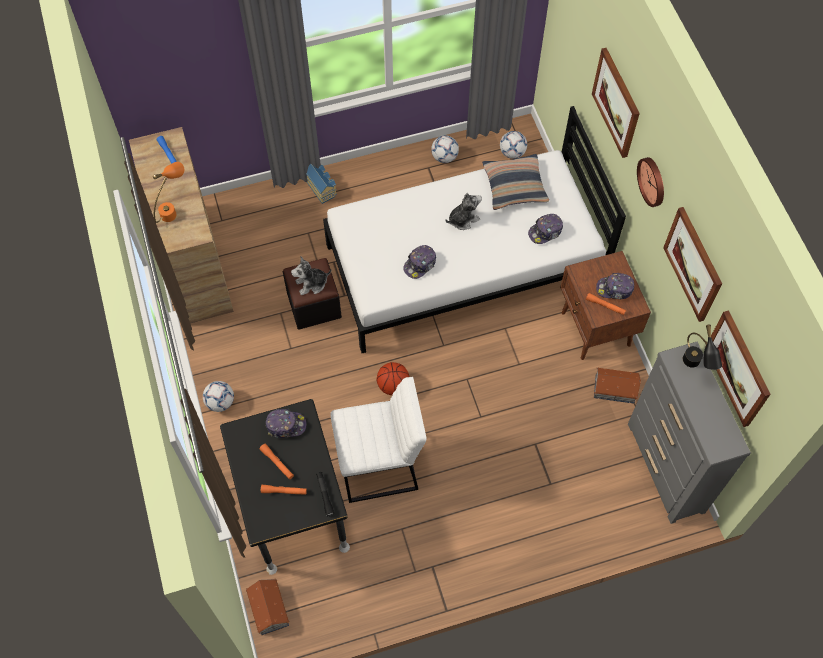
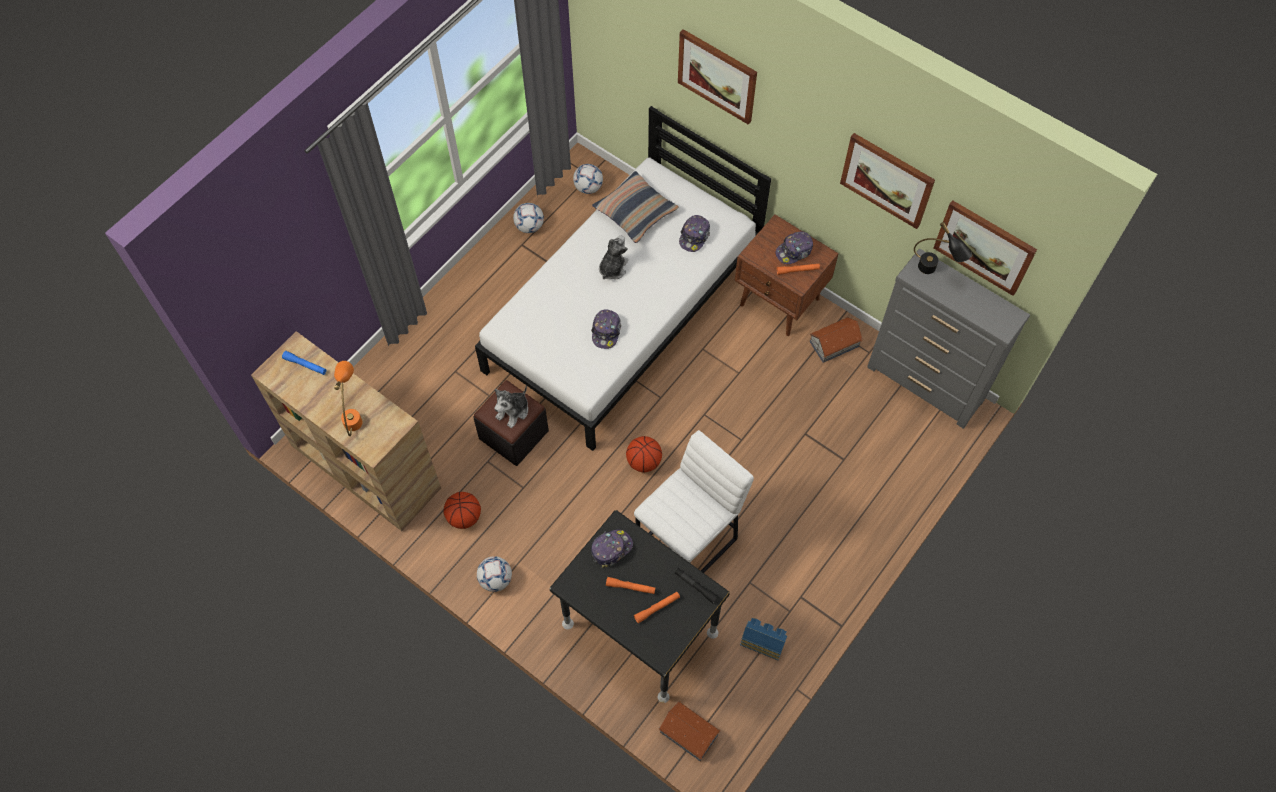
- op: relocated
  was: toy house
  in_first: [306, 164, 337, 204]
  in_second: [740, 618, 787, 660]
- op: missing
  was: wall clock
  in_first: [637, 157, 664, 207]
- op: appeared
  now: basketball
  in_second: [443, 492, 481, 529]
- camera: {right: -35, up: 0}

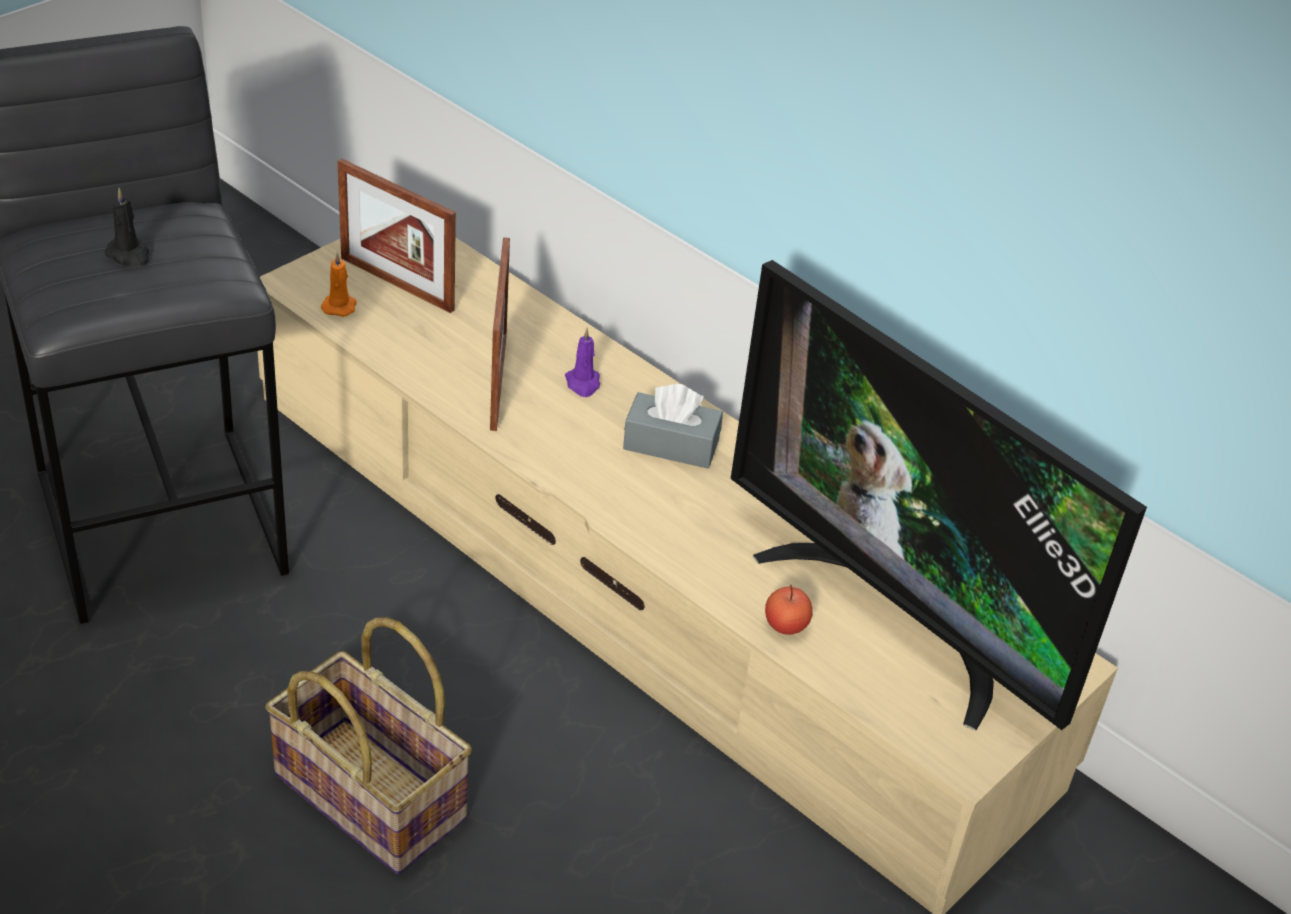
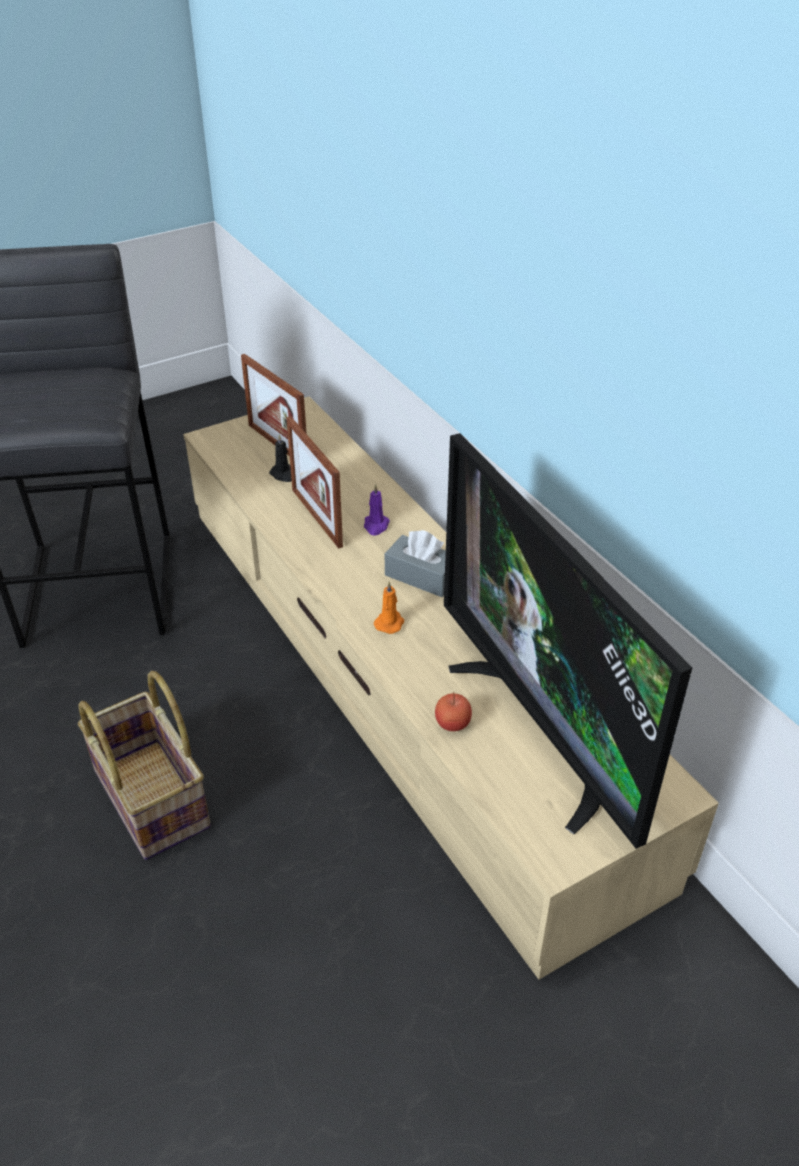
- op: relocated
  was: black candle
  in_first: [104, 188, 149, 266]
  in_second: [269, 434, 292, 482]
- op: relocated
  was: orange candle
  in_first: [321, 252, 357, 317]
  in_second: [374, 581, 404, 634]
- op: spun
  was: picture frame
  in_first: [490, 238, 510, 431]
  in_second: [286, 416, 343, 549]
  clockwise: 135
- camera: {right: 20, up: 0}

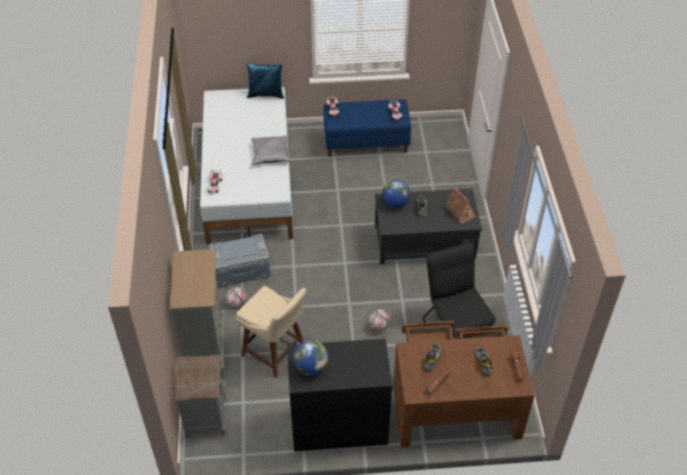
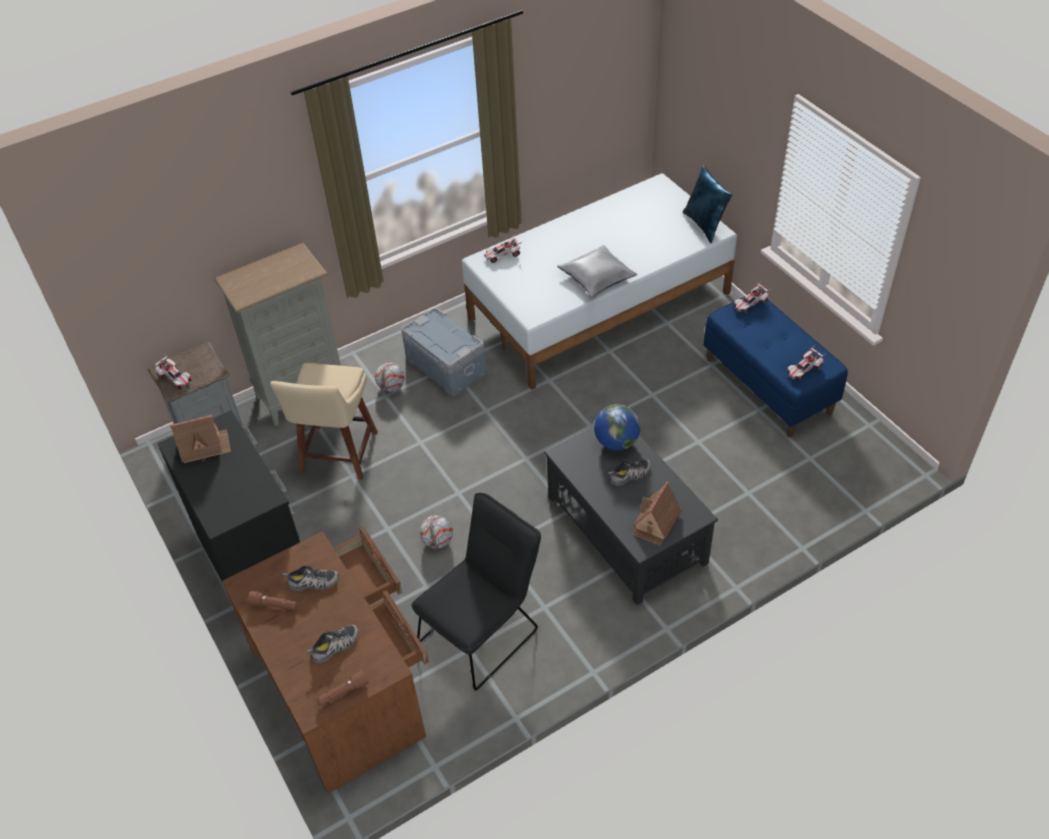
- op: exchanged
  was: globe
  now: toy house
  in_first: [293, 340, 328, 376]
  in_second: [170, 415, 231, 463]
- op: appeared
  now: toy car
  in_second: [152, 353, 192, 389]
- camera: {right: 65, up: 0}

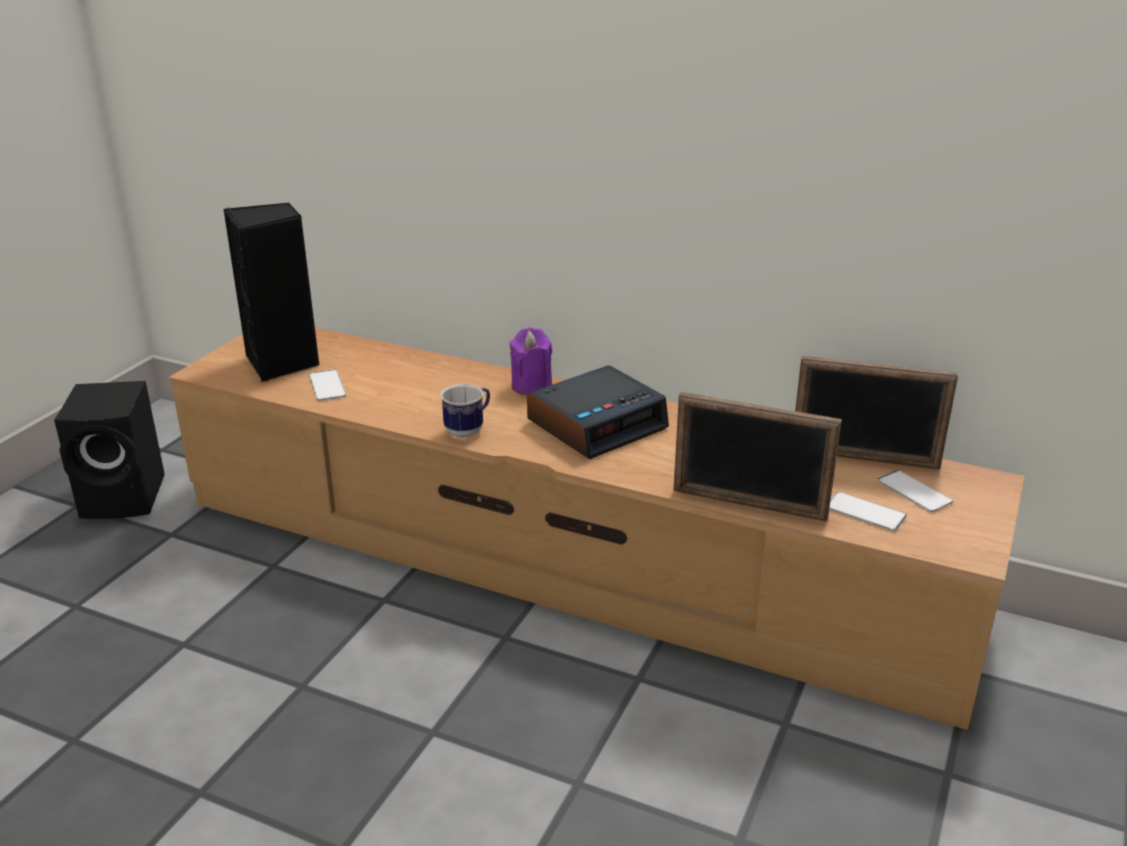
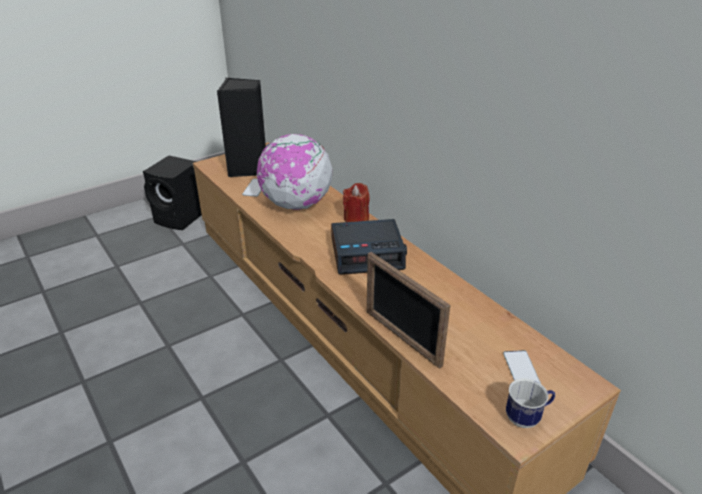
- op: relocated
  was: mug
  in_first: [441, 384, 490, 438]
  in_second: [506, 378, 555, 428]
- op: colour
  was: purple candle
  now: red candle
  in_first: [509, 328, 552, 395]
  in_second: [343, 183, 370, 222]
- op: missing
  was: picture frame
  in_first: [795, 356, 958, 470]
- op: missing
  was: phone
  in_first: [829, 492, 907, 531]
- op: appeared
  now: globe
  in_second: [257, 134, 332, 210]
- camera: {right: 30, up: 5}

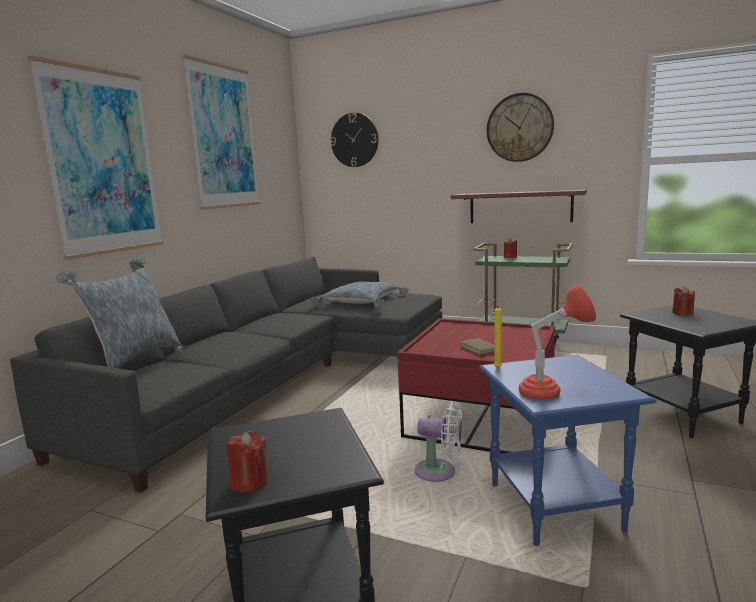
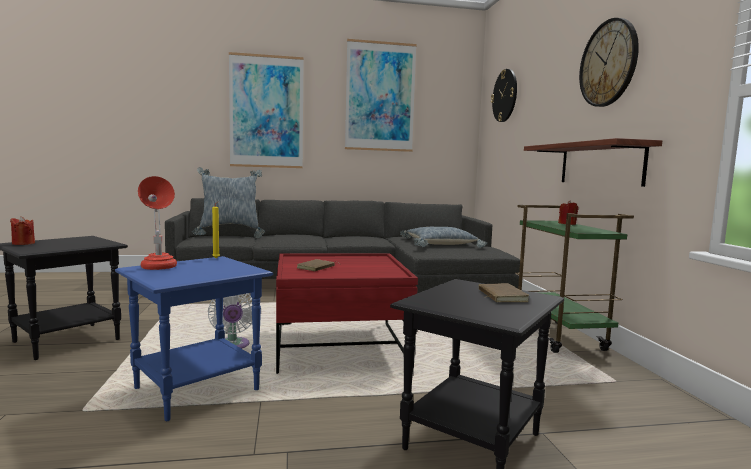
- op: exchanged
  was: red candle
  now: brown book
  in_first: [672, 287, 695, 316]
  in_second: [479, 283, 529, 302]
- camera: {right: 55, up: -5}

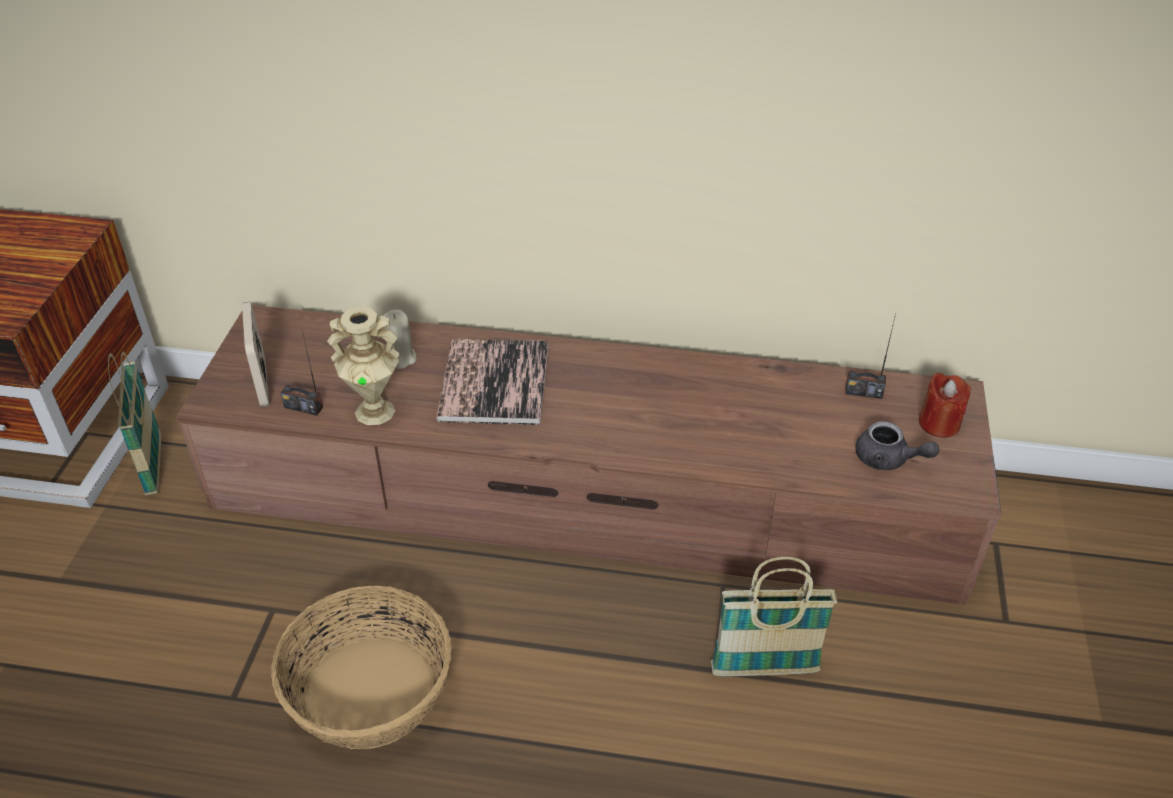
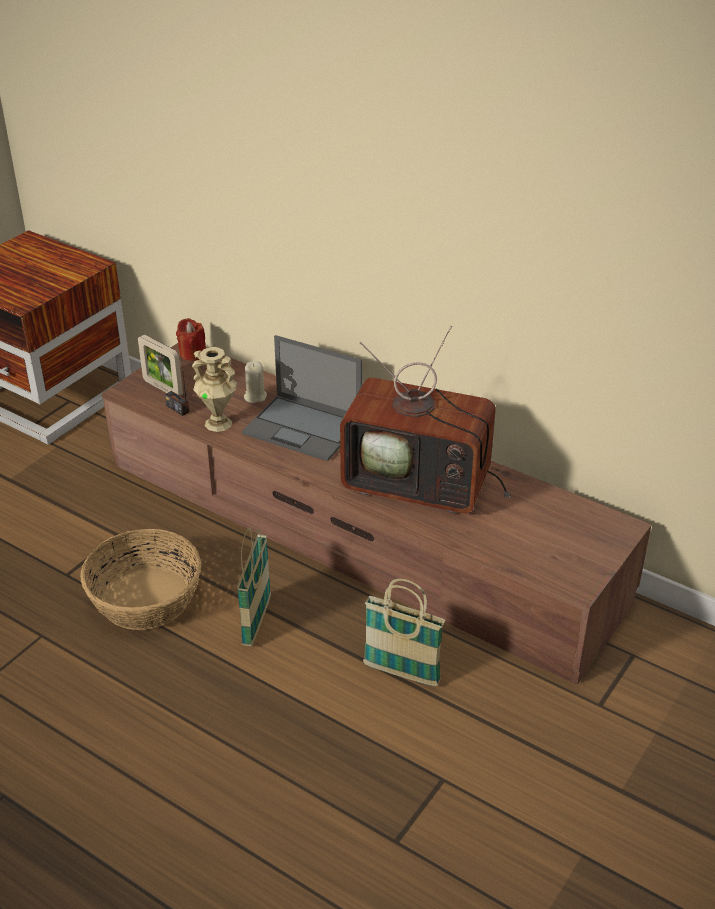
- op: relocated
  was: basket
  in_first: [108, 352, 161, 495]
  in_second: [237, 527, 271, 647]
- op: spun
  was: picture frame
  in_first: [242, 301, 269, 407]
  in_second: [138, 335, 183, 396]
  clockwise: -60
- op: exchanged
  was: book
  now: laptop
  in_first: [436, 339, 548, 425]
  in_second: [242, 335, 362, 461]
- op: missing
  was: radio
  in_first: [845, 314, 896, 399]
- op: missing
  was: grey teapot
  in_first: [855, 421, 939, 470]
- op: relocated
  was: red candle
  in_first: [919, 372, 971, 438]
  in_second: [176, 318, 206, 361]
- op: appeared
  now: television
  in_second: [340, 326, 511, 513]
- camera: {right: 25, up: -5}

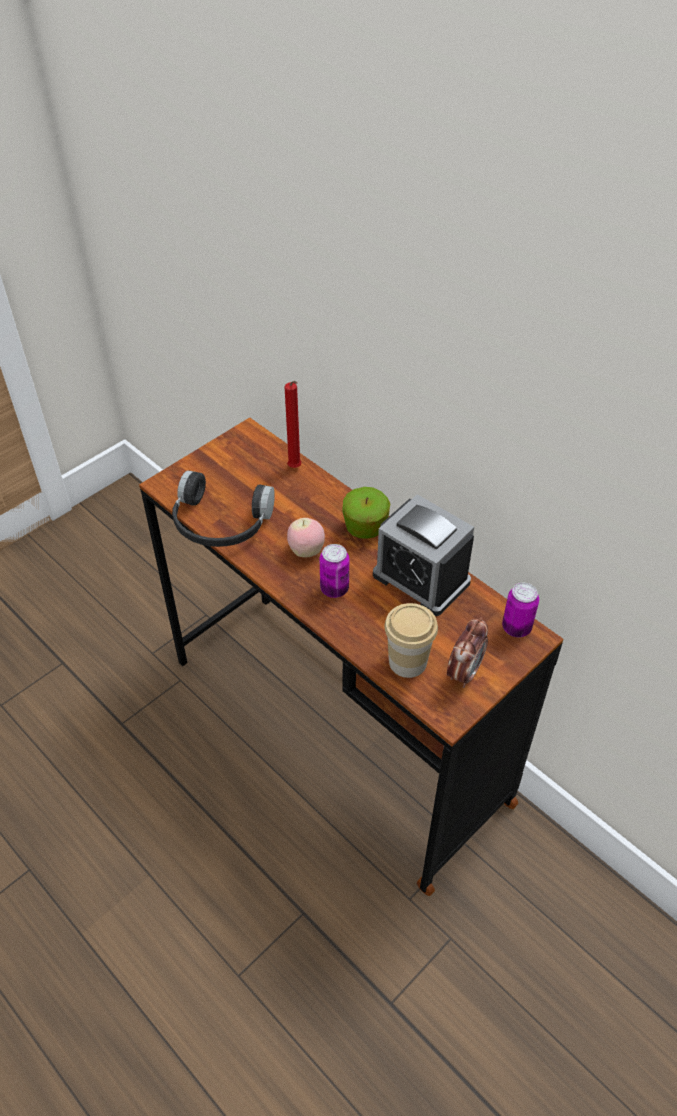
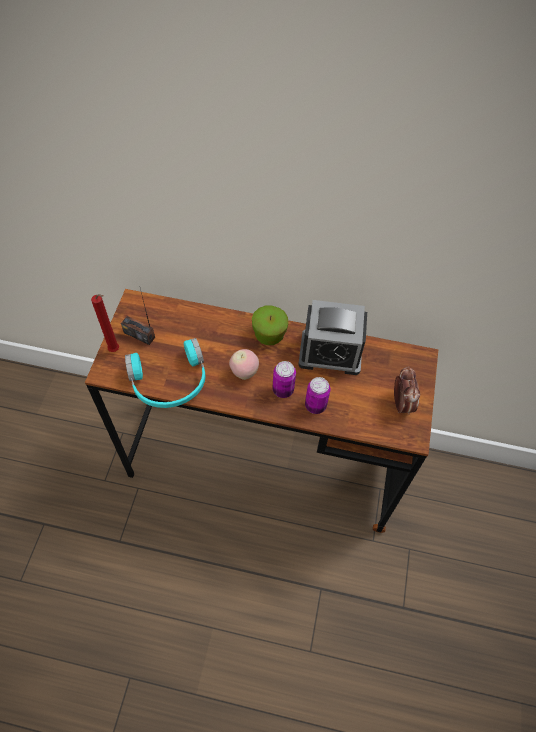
- op: colour
  was: black headphones
  now: turquoise headphones
  in_first: [172, 470, 275, 547]
  in_second: [125, 338, 206, 408]
- op: relocated
  was: red candle
  in_first: [284, 381, 301, 468]
  in_second: [91, 294, 119, 352]
- op: missing
  was: cup
  in_first: [384, 603, 438, 678]
- op: relocated
  was: can
  in_first: [502, 583, 539, 637]
  in_second: [305, 377, 330, 414]
- op: appeared
  now: radio
  in_second: [121, 284, 155, 345]
- camera: {right: -35, up: 10}

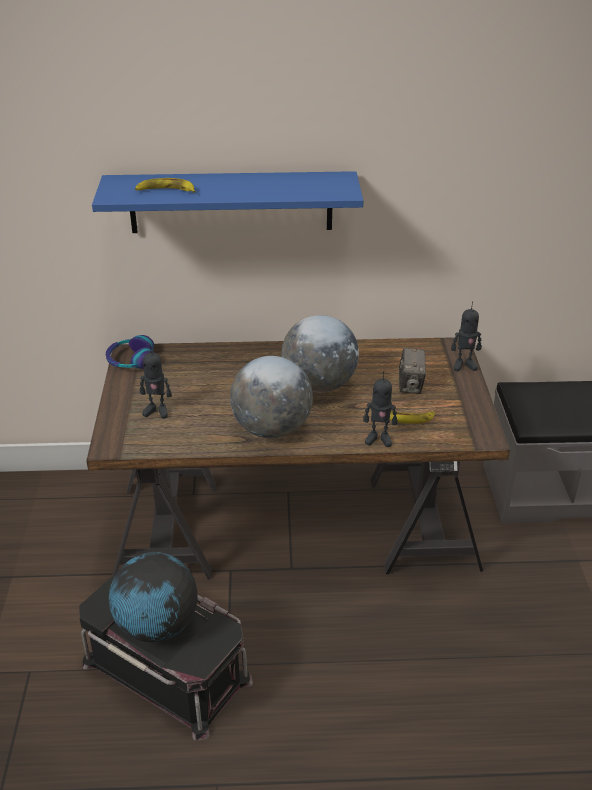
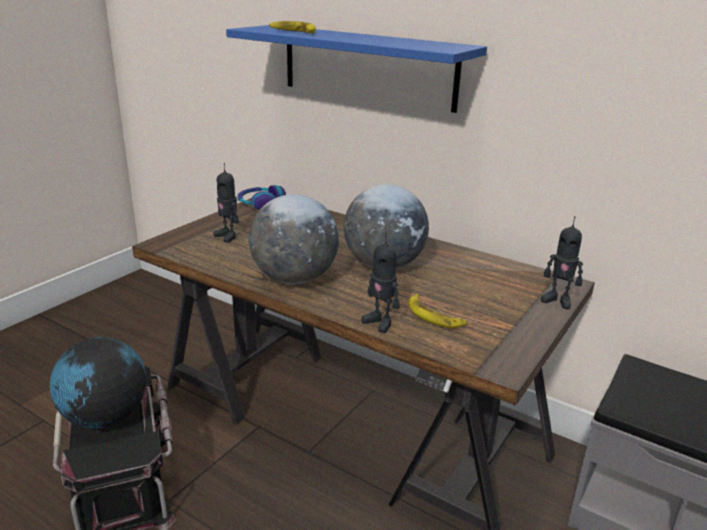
- op: missing
  was: photo camera
  in_first: [399, 348, 426, 394]
- camera: {right: 35, up: -10}

